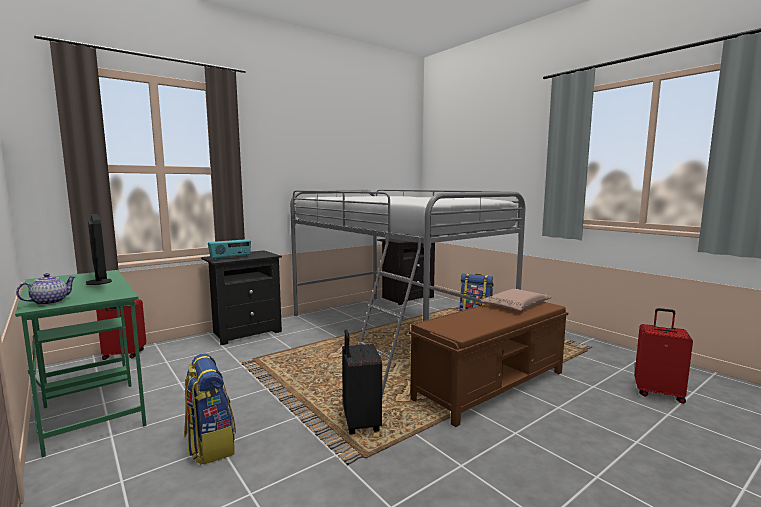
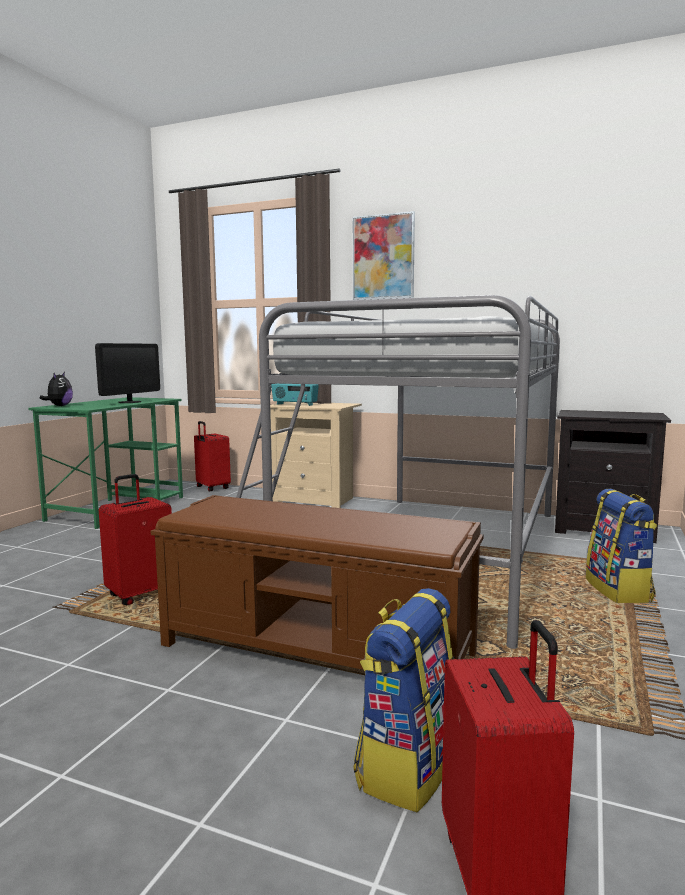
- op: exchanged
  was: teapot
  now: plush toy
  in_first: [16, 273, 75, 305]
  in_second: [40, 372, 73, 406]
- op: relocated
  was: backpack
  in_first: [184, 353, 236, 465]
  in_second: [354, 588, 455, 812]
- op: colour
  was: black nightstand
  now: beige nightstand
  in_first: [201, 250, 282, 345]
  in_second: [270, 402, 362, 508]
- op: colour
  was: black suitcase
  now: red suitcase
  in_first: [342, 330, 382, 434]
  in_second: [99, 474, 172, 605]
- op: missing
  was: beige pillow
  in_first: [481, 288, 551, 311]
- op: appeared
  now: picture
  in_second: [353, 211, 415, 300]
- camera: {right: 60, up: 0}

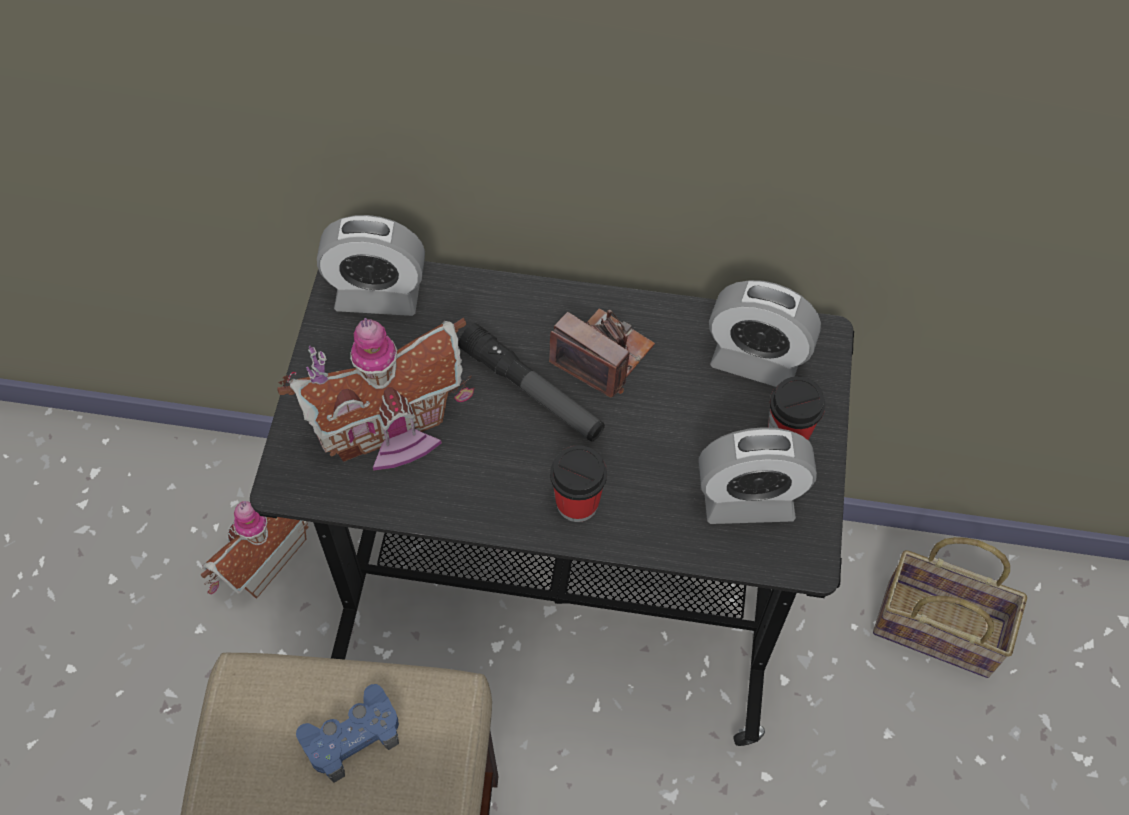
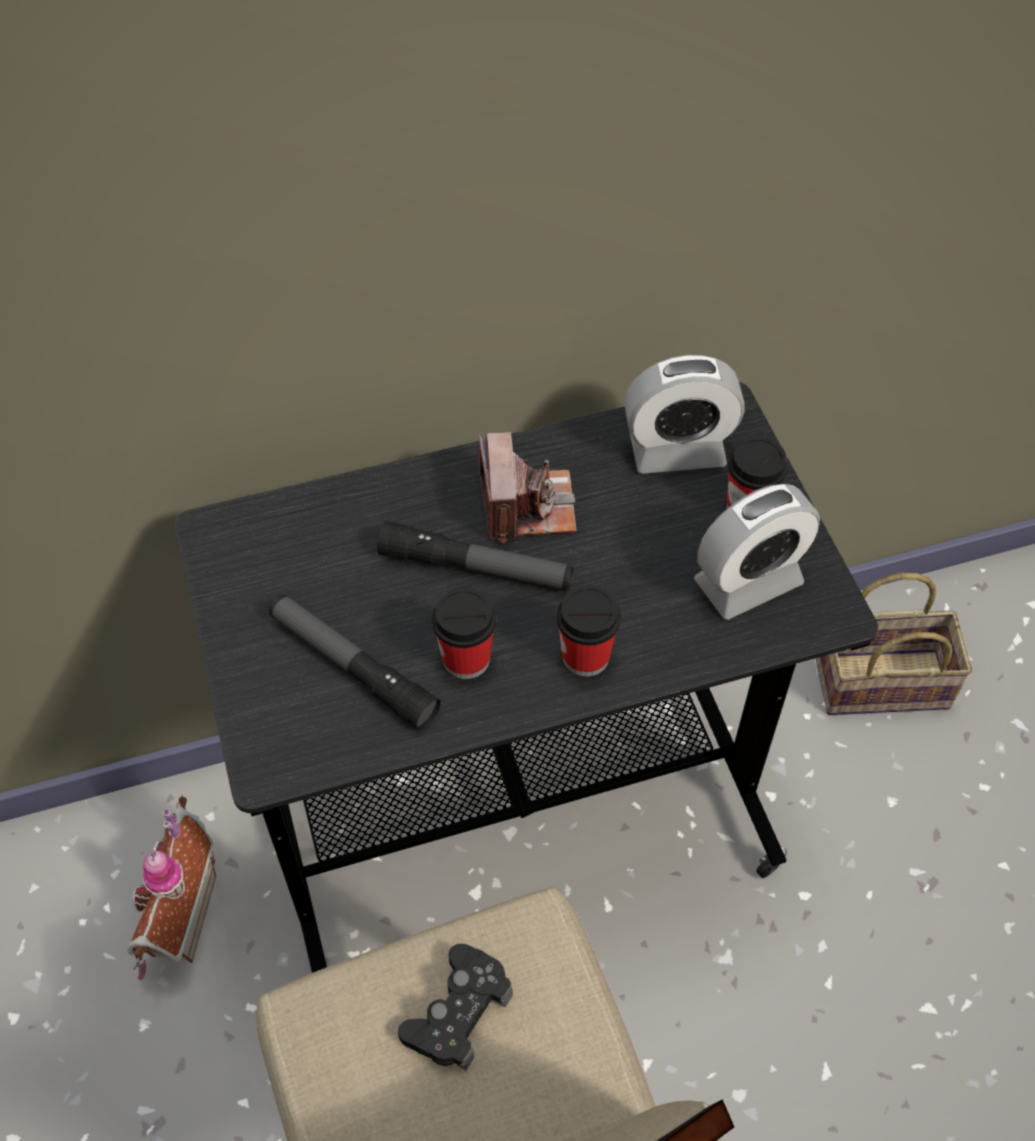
- op: exchanged
  was: toy house
  now: flashlight
  in_first: [277, 318, 475, 471]
  in_second: [269, 595, 441, 730]
- op: colour
  was: blue game controller
  now: black game controller
  in_first: [296, 684, 399, 783]
  in_second: [398, 944, 513, 1070]
- op: missing
  was: alarm clock
  in_first: [317, 215, 425, 316]
- op: spun
  was: photo camera
  in_first: [549, 308, 655, 398]
  in_second: [479, 432, 576, 543]
  clockwise: 75
- op: appeared
  now: cup
  in_second: [432, 588, 496, 679]
- camera: {right: -25, up: -5}

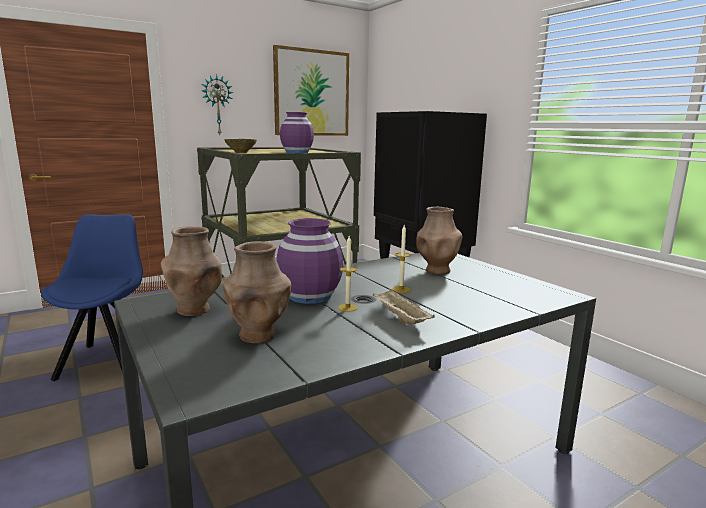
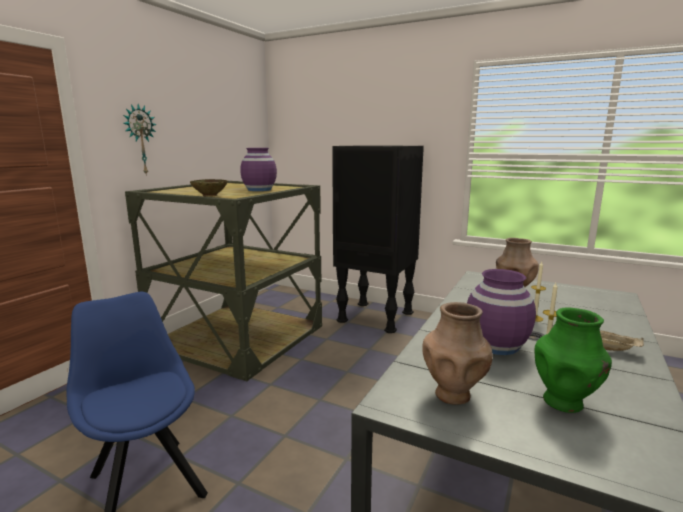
- op: colour
  was: brown vase
  now: green vase
  in_first: [222, 241, 291, 343]
  in_second: [534, 308, 612, 413]
- op: missing
  was: picture
  in_first: [273, 45, 349, 136]
- camera: {right: -30, up: 0}

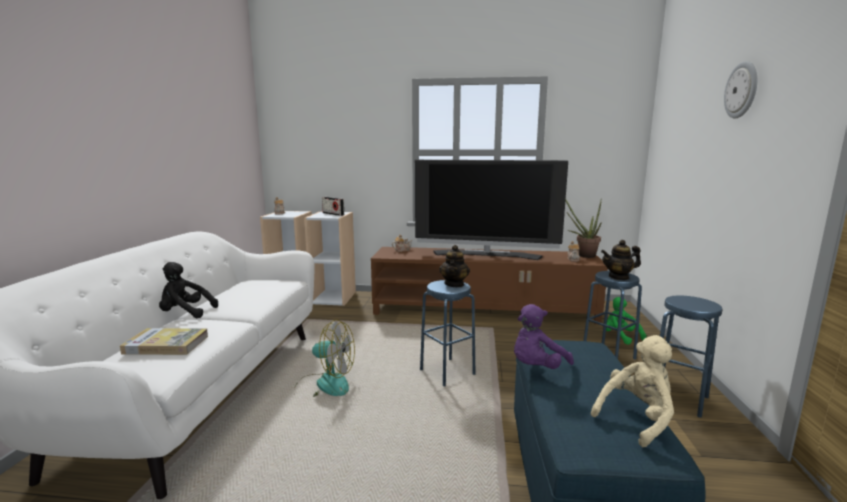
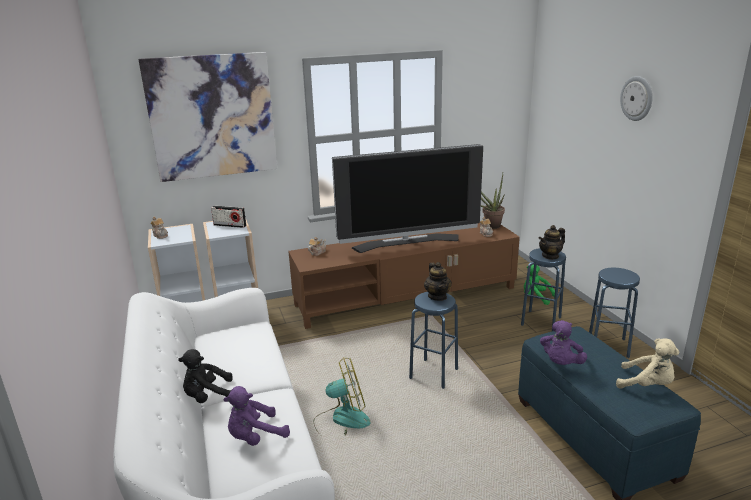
- op: exchanged
  was: book
  now: purple plush toy
  in_first: [120, 328, 208, 355]
  in_second: [223, 386, 290, 446]
- op: spun
  was: beige plush toy
  in_first: [591, 335, 674, 447]
  in_second: [616, 338, 680, 389]
  clockwise: 90
- op: appeared
  now: picture
  in_second: [139, 52, 277, 182]
- camera: {right: -25, up: 10}

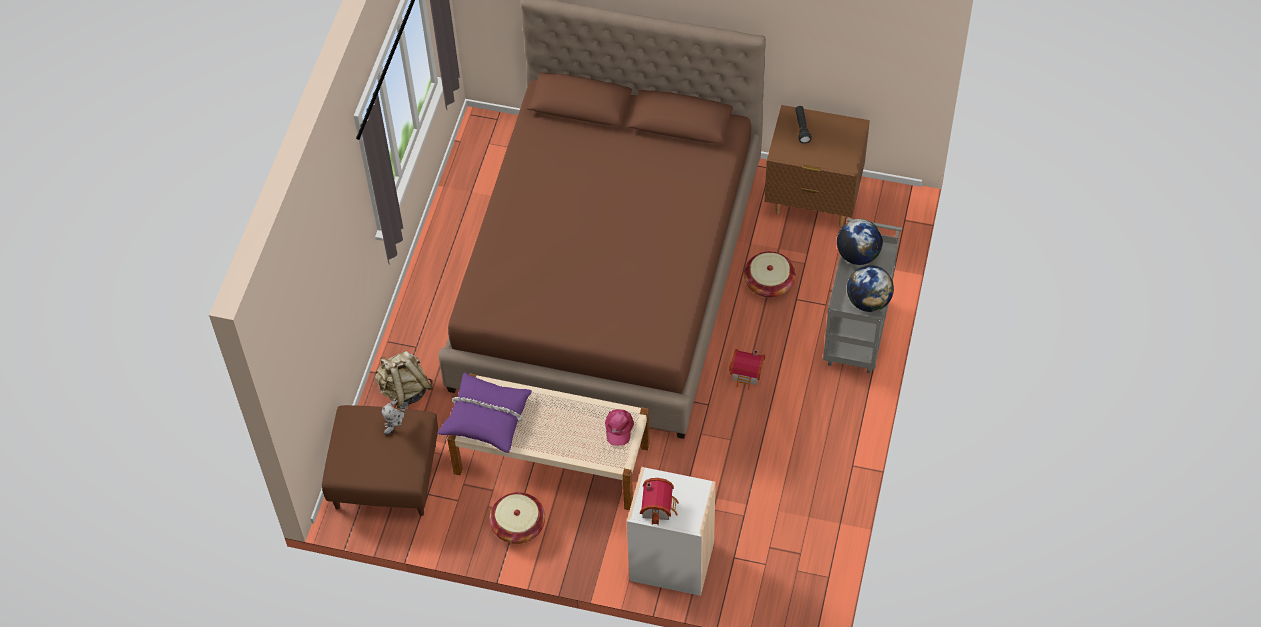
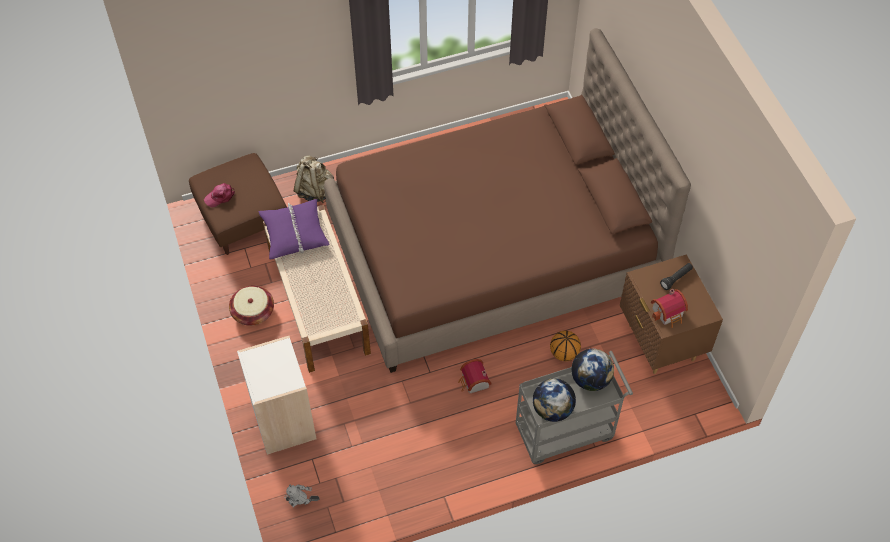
- op: relocated
  was: toy robot
  in_first: [381, 398, 408, 435]
  in_second: [284, 484, 320, 508]
- op: relocated
  was: pink cap
  in_first: [605, 409, 634, 446]
  in_second: [204, 183, 235, 207]
- op: relocated
  was: toy house
  in_first: [640, 478, 679, 525]
  in_second: [651, 289, 688, 328]
- op: exchanged
  was: basket
  now: basketball
  in_first: [744, 252, 796, 297]
  in_second: [550, 331, 581, 361]
- camera: {right: 55, up: 0}

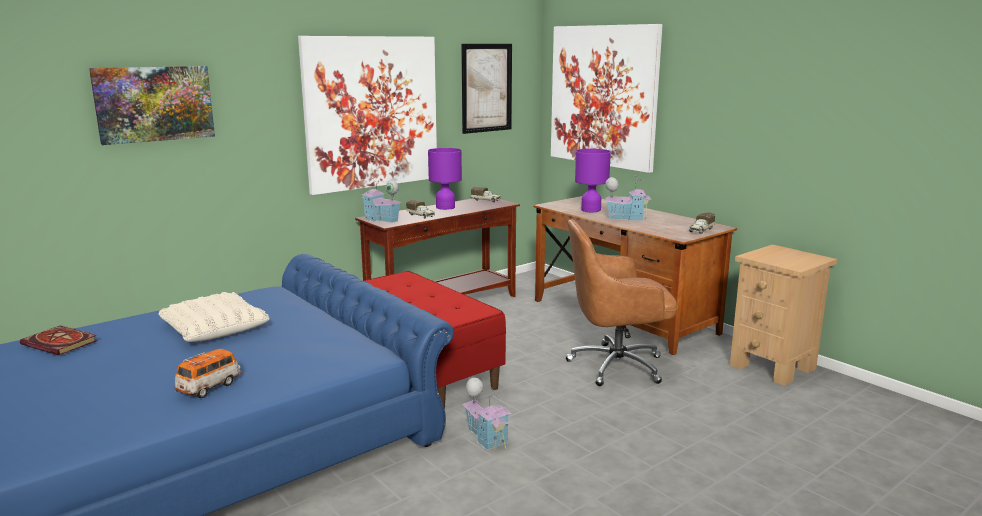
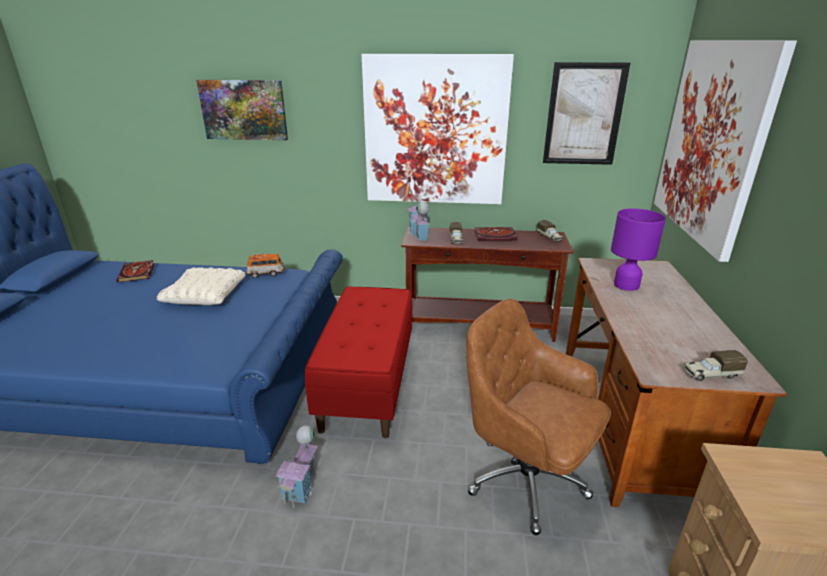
- op: relocated
  was: toy car
  in_first: [174, 349, 241, 398]
  in_second: [246, 253, 284, 278]
- op: exchanged
  was: purple table lamp
  now: book
  in_first: [428, 148, 462, 210]
  in_second: [474, 227, 518, 241]
- op: missing
  was: toy house
  in_first: [605, 175, 651, 221]
- camera: {right: 45, up: 10}

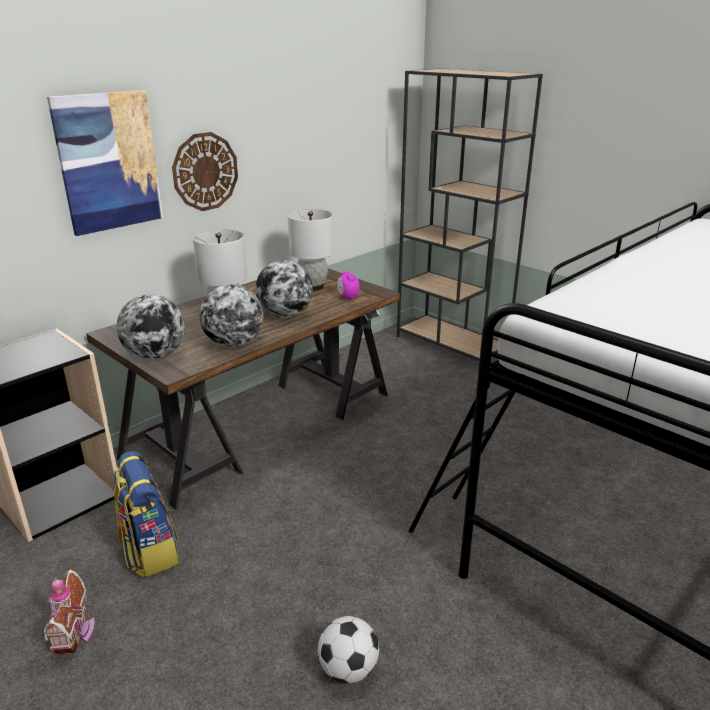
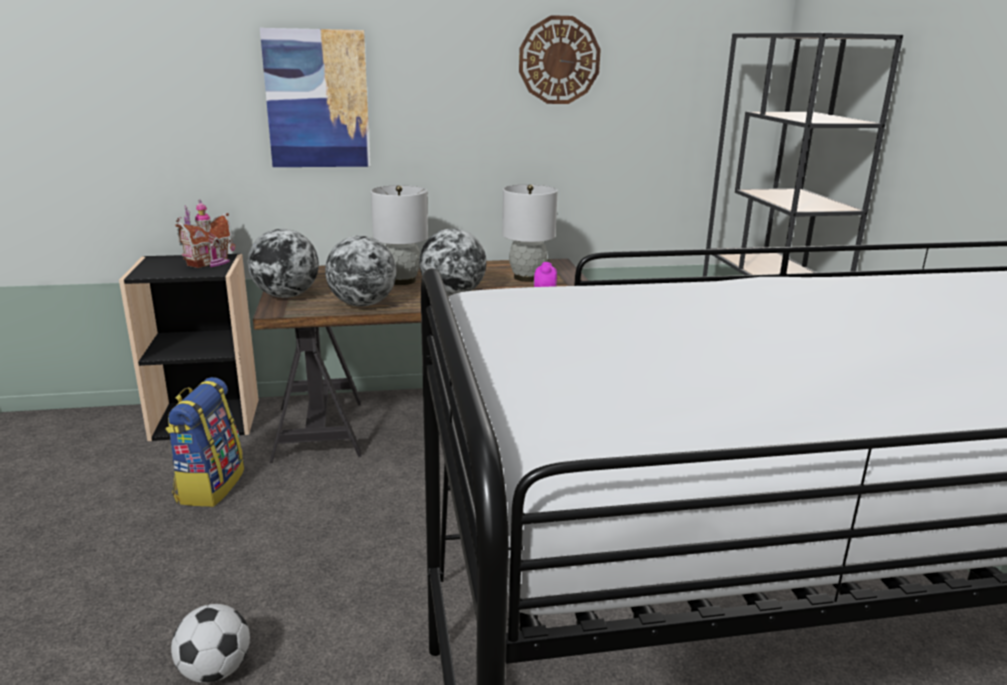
- op: relocated
  was: toy house
  in_first: [44, 566, 95, 655]
  in_second: [175, 199, 235, 268]
- op: relocated
  was: wall clock
  in_first: [172, 132, 238, 211]
  in_second: [519, 15, 601, 104]
- camera: {right: 35, up: -5}

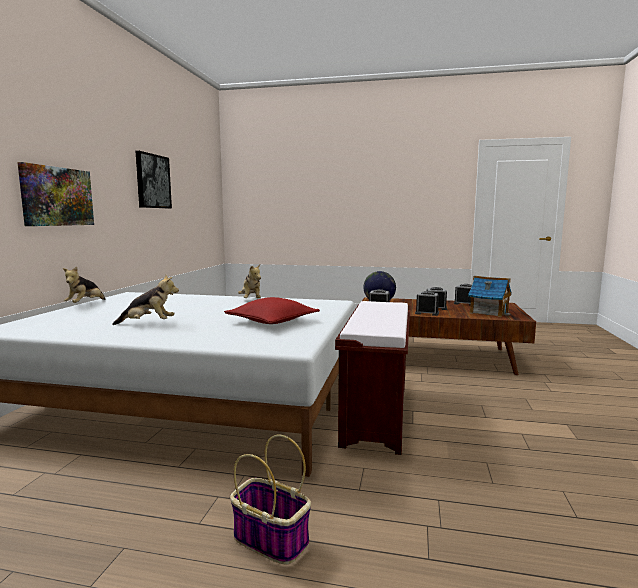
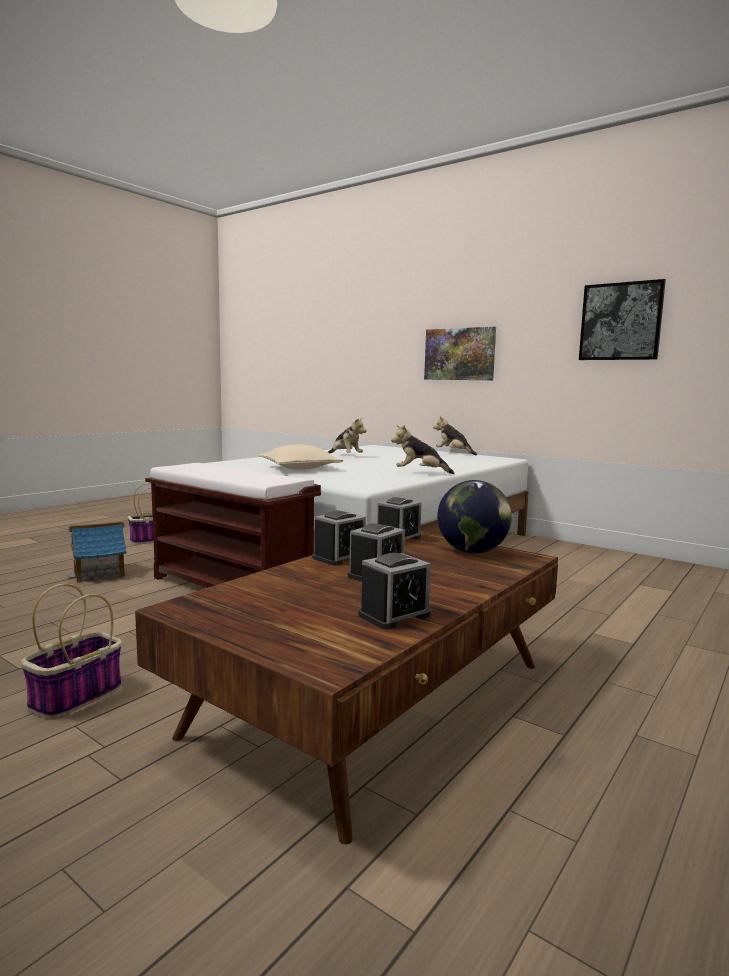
- op: spun
  was: plush toy
  in_first: [112, 275, 179, 325]
  in_second: [328, 417, 367, 453]
  clockwise: -60
- op: colour
  was: red pillow
  now: beige pillow
  in_first: [224, 297, 320, 324]
  in_second: [259, 445, 344, 470]
- op: relocated
  was: toy house
  in_first: [468, 276, 512, 317]
  in_second: [68, 521, 126, 583]
- op: appeared
  now: basket
  in_second: [21, 584, 122, 719]
- camera: {right: 115, up: 0}

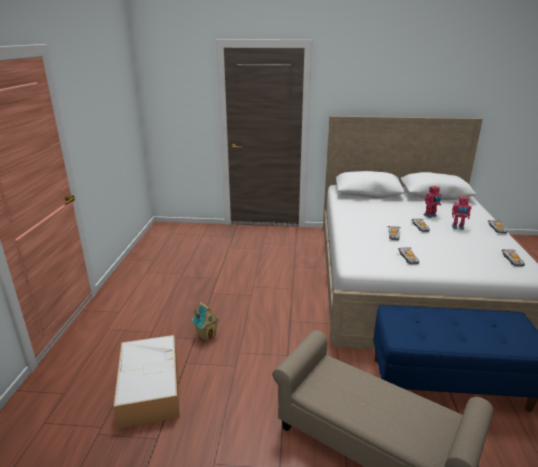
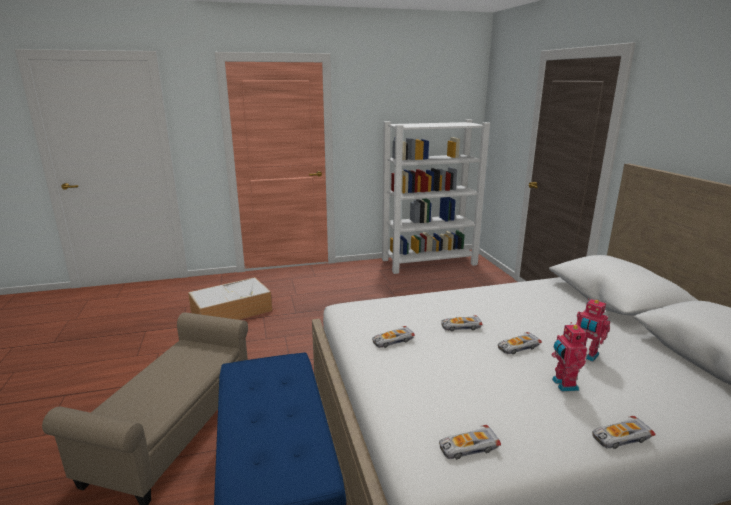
- op: missing
  was: toy house
  in_first: [192, 302, 219, 341]
- op: appeared
  now: white bookcase
  in_second: [382, 119, 490, 274]
- camera: {right: 70, up: -5}

